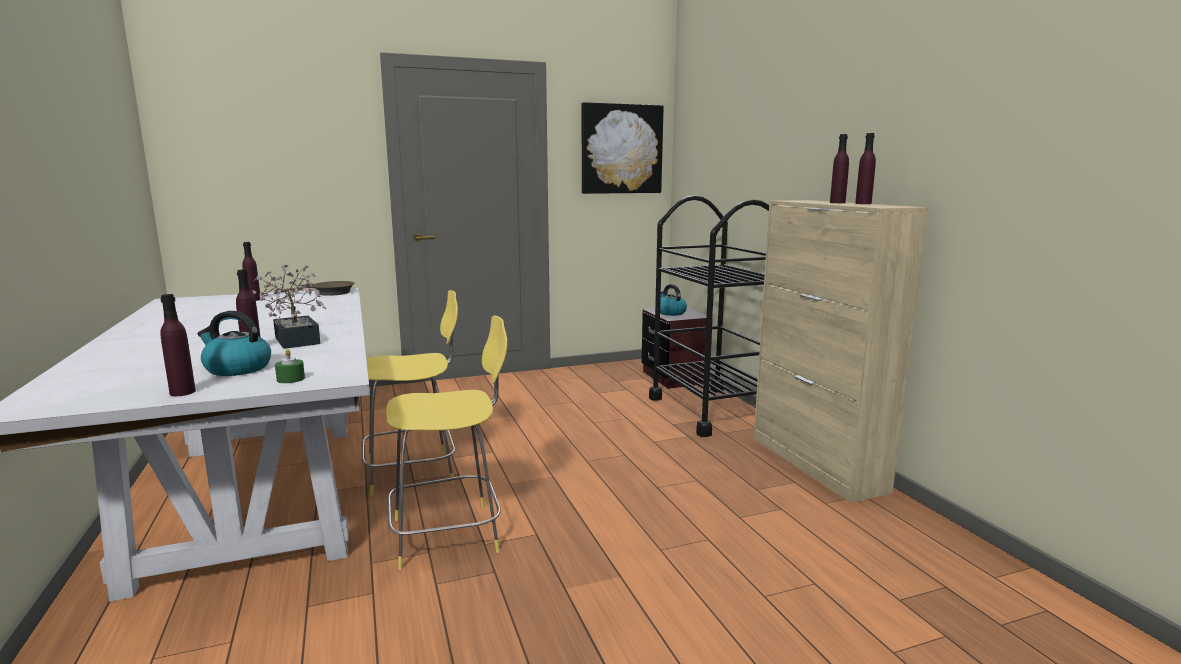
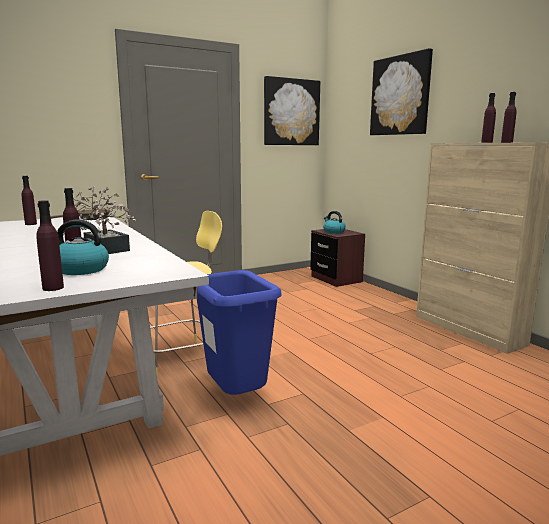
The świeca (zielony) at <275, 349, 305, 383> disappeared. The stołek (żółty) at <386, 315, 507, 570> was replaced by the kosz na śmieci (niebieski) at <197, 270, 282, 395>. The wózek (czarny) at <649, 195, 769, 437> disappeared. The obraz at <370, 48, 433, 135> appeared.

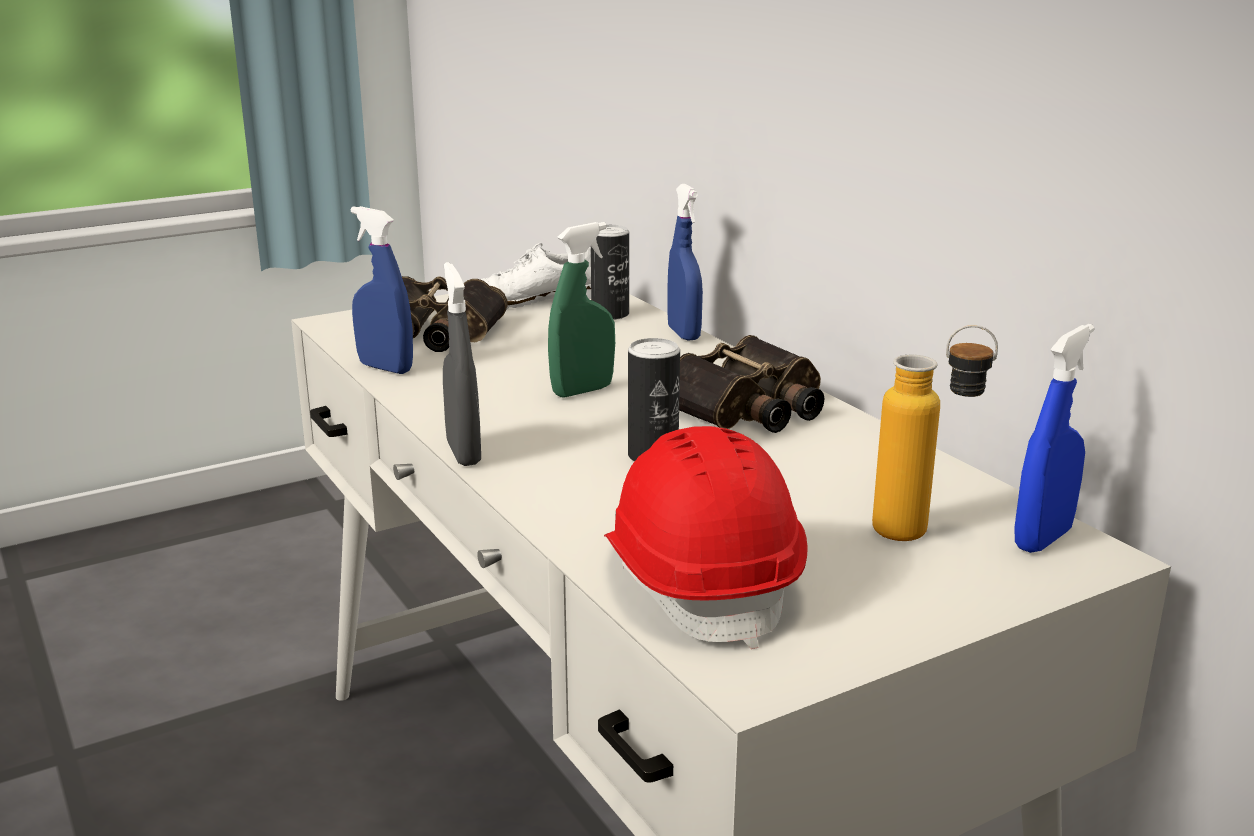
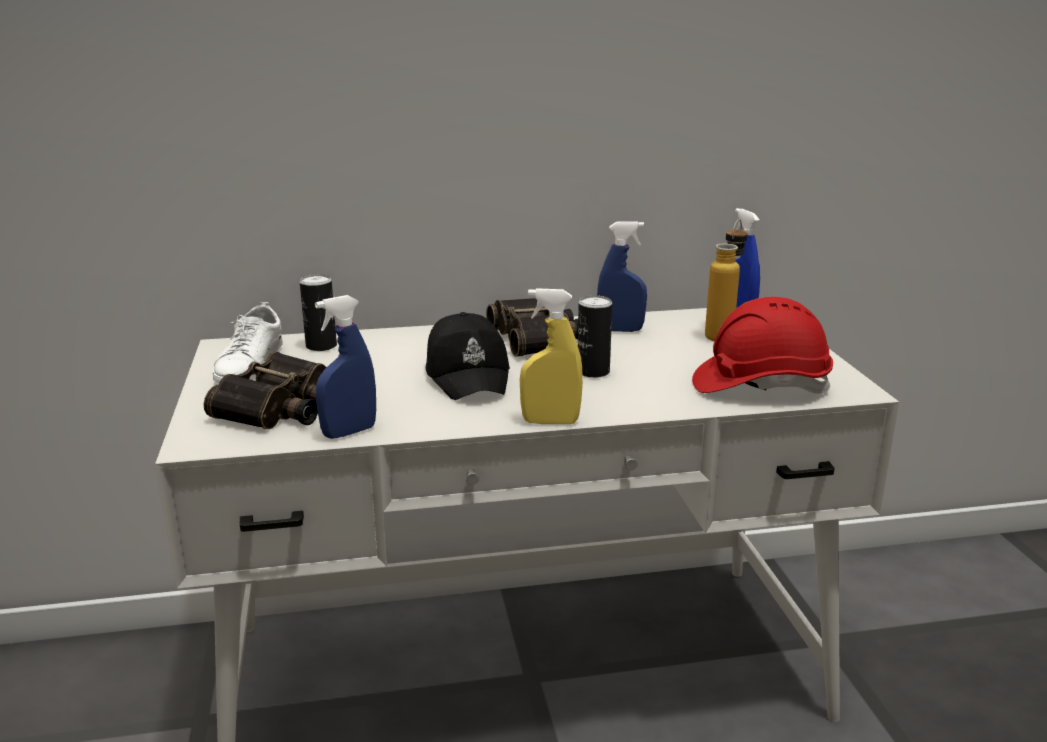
The spryskiwacz (szary) at <443, 262, 481, 466> became the spryskiwacz (żółty) at <520, 288, 583, 424>. The spryskiwacz (zielony) at <548, 222, 615, 398> was replaced by the czapka z daszkiem (czarny) at <426, 312, 510, 400>. The spryskiwacz (niebieski) moved from <667, 184, 703, 341> to <597, 221, 647, 332>.

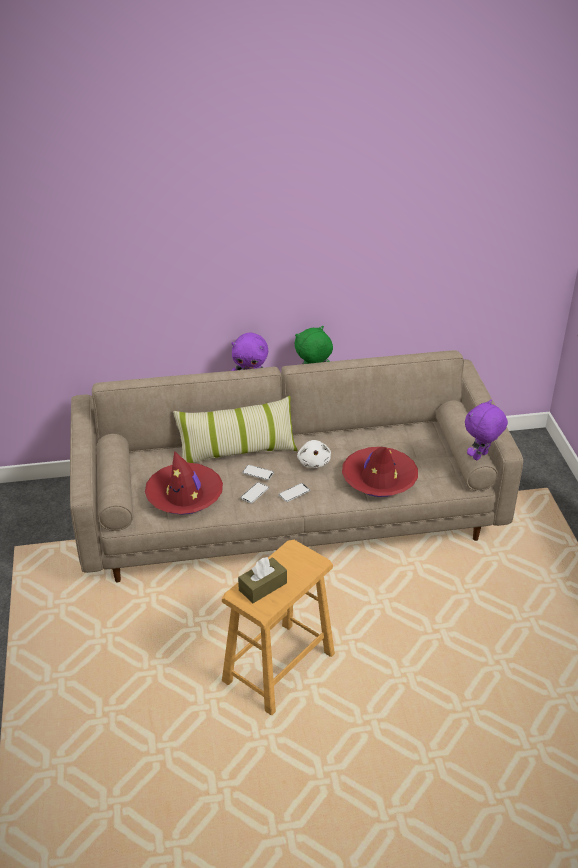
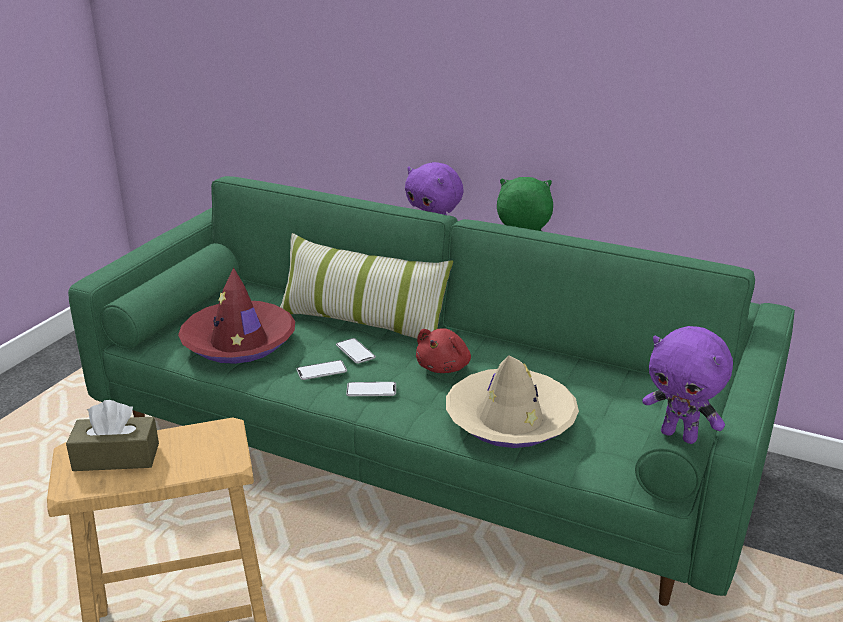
The kanapa (beżowy) at <70, 350, 523, 582> became the kanapa (zielony) at <68, 176, 795, 606>. The pluszak (biały) at <297, 440, 331, 468> became the pluszak (czerwony) at <416, 328, 471, 373>. The kapelusz (czerwony) at <342, 447, 418, 497> became the kapelusz (beżowy) at <446, 356, 579, 448>. The pluszak (fioletowy) at <465, 399, 508, 460> turned 135 degrees counterclockwise.

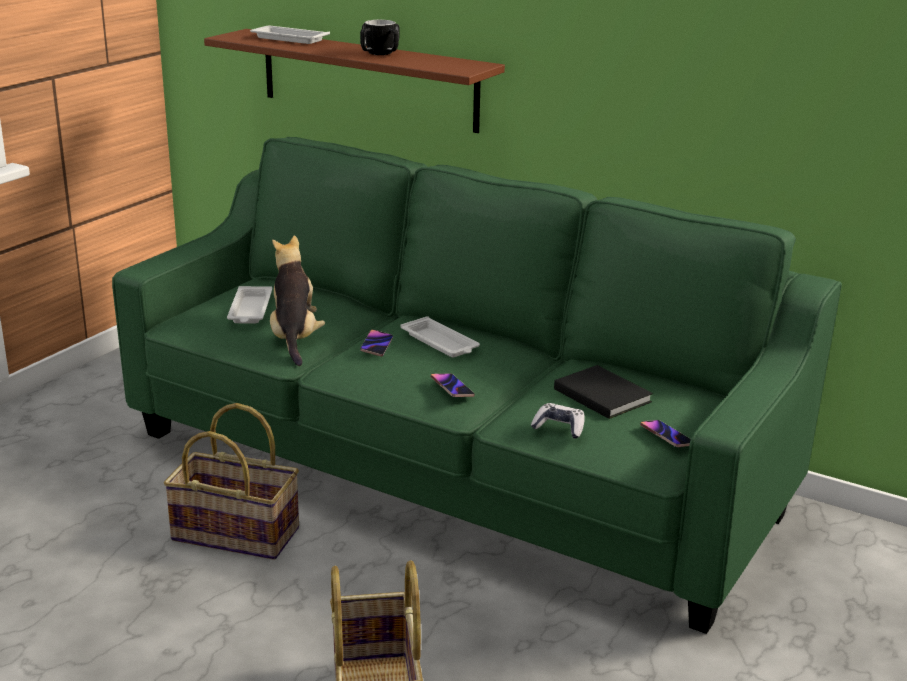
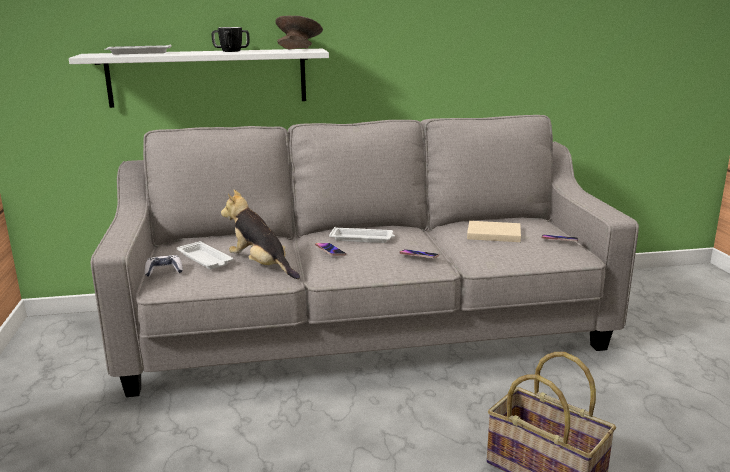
The kanapa (zielony) at <112, 137, 842, 634> became the kanapa (szary) at <90, 115, 639, 397>. The koszyk at <163, 403, 299, 560> disappeared. The półka (brązowy) at <204, 29, 505, 133> became the półka (biały) at <69, 49, 329, 108>. The pad do gier moved from <531, 403, 585, 439> to <145, 255, 183, 277>. The książka (czarny) at <554, 365, 653, 419> became the książka (beżowy) at <467, 221, 521, 242>. The miska (szary) at <275, 16, 323, 49> appeared.

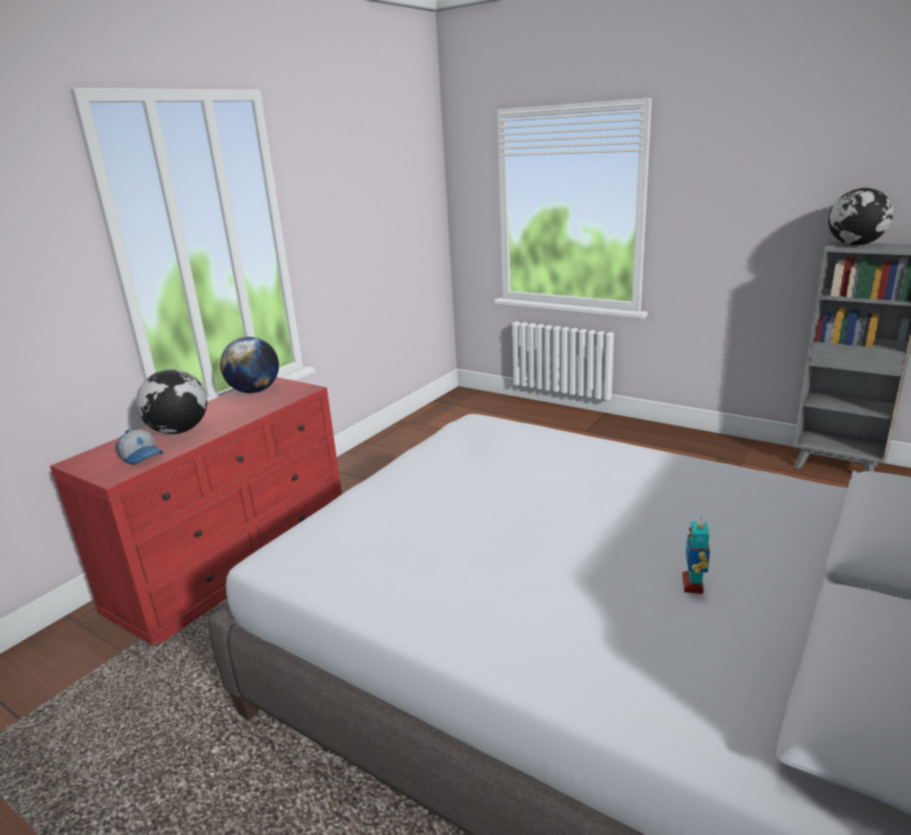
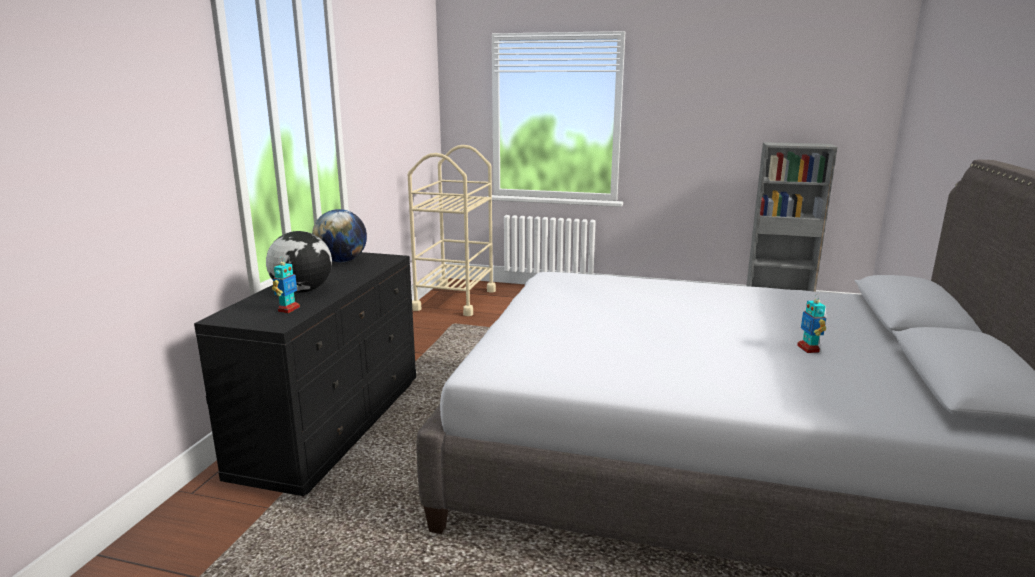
The komoda (czerwony) at <50, 377, 342, 646> became the komoda (czarny) at <194, 252, 416, 496>. The czapka z daszkiem at <116, 429, 164, 465> was replaced by the robot zabawkowy at <272, 256, 300, 313>. The globus at <828, 188, 894, 245> disappeared. The wózek (beżowy) at <408, 145, 496, 316> appeared.

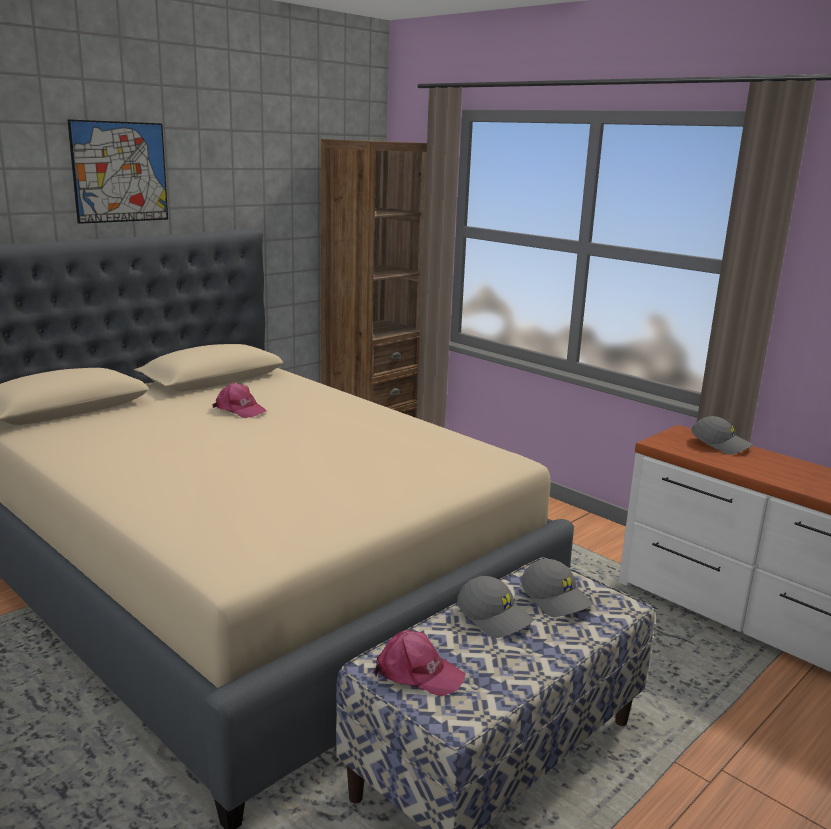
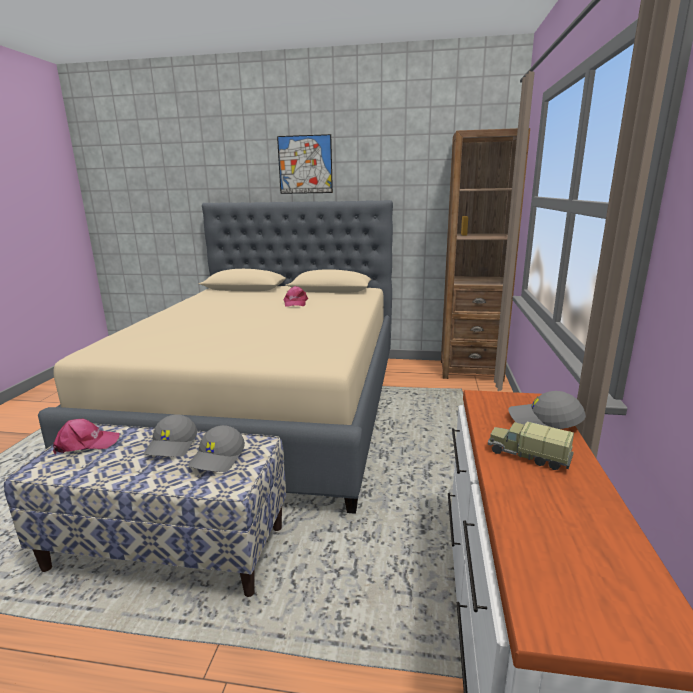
The czapka z daszkiem (różowy) at <374, 630, 466, 696> turned 90 degrees counterclockwise. The czapka z daszkiem (szary) at <691, 416, 753, 455> turned 105 degrees clockwise. The ciężarówka zabawkowa at <488, 422, 574, 470> appeared.

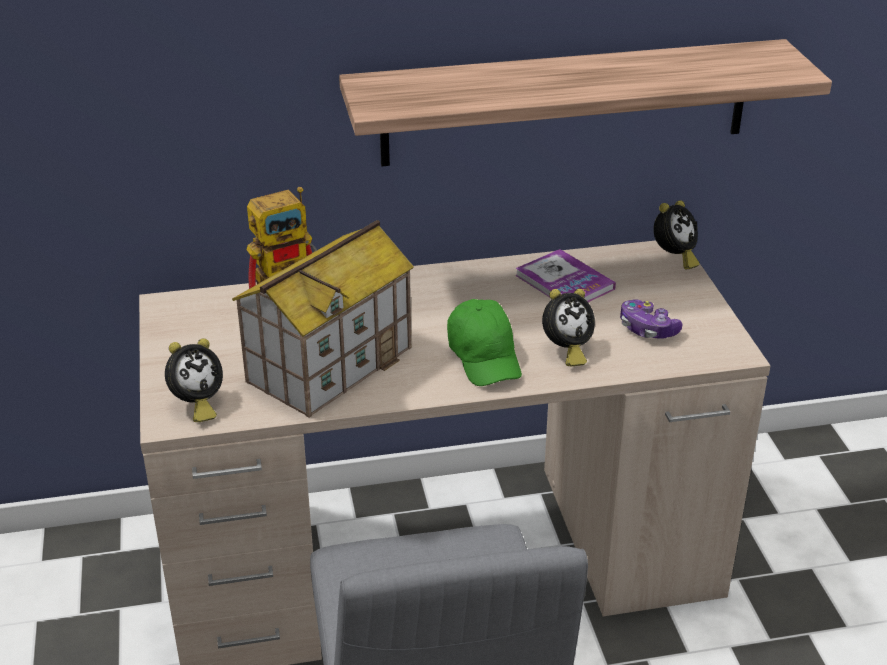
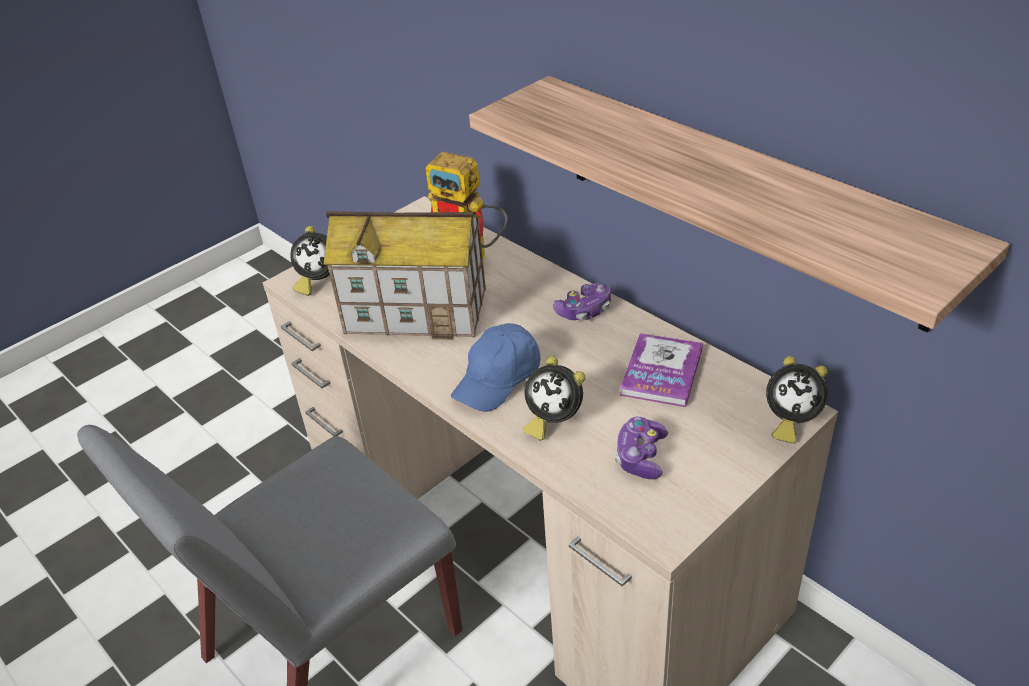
The czapka z daszkiem (zielony) at <447, 299, 522, 386> became the czapka z daszkiem (niebieski) at <451, 323, 540, 412>. The pad do gier at <553, 283, 611, 320> appeared.

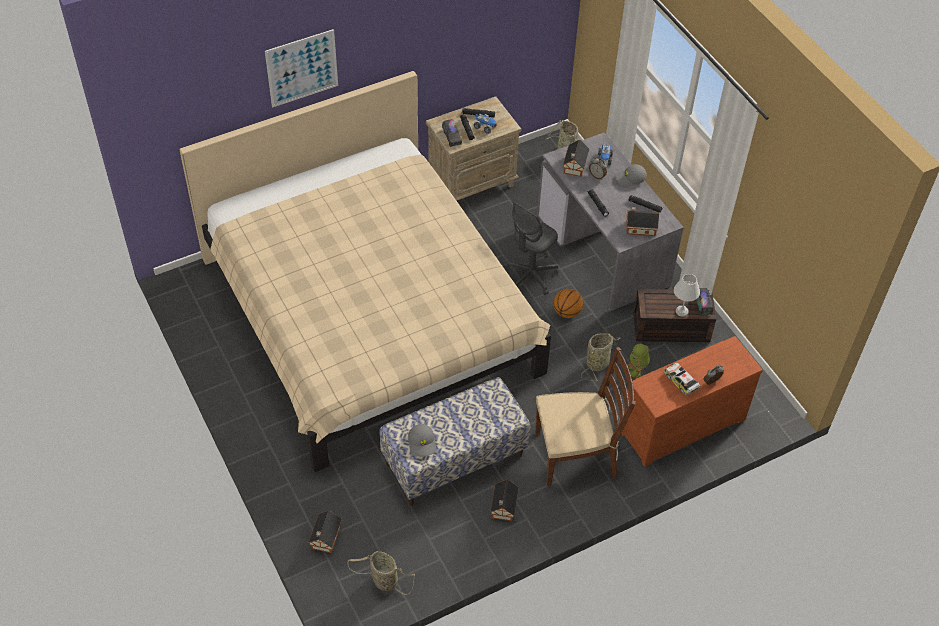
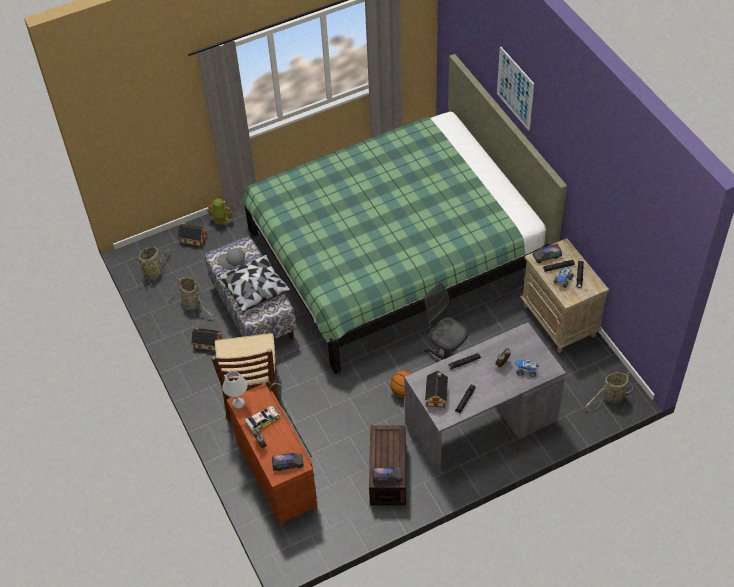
The łóżko (beżowy) at <179, 71, 551, 472> became the łóżko (zielony) at <240, 54, 567, 374>. The domek at <563, 140, 589, 177> disappeared. The koszyk moved from <581, 333, 621, 381> to <169, 277, 214, 316>. The czapka z daszkiem (szary) at <615, 164, 647, 188> disappeared. The robot zabawkowy moved from <627, 344, 650, 378> to <207, 198, 233, 225>. The lampa stołowa (biały) moved from <674, 274, 700, 317> to <222, 371, 248, 409>. The poduszka at <218, 255, 291, 312> appeared. The ciężarówka zabawkowa at <272, 453, 304, 471> appeared.

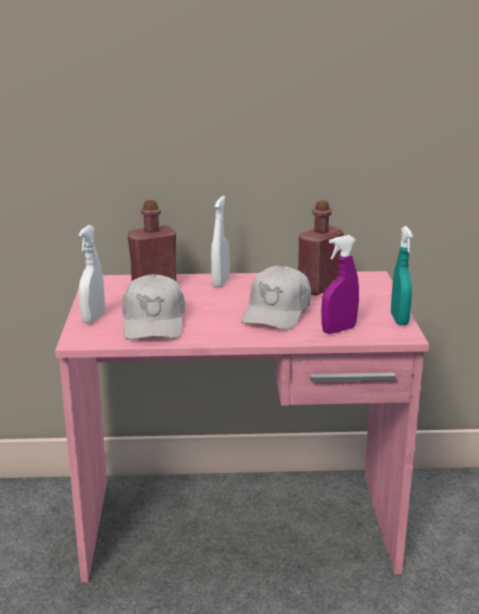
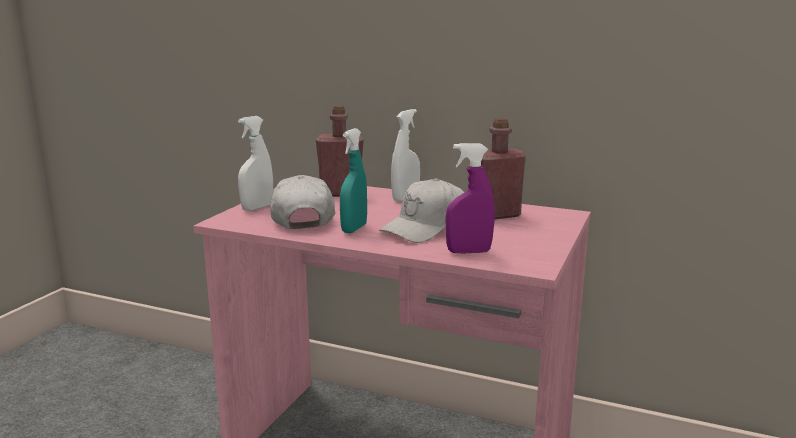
The czapka z daszkiem (biały) at <122, 274, 185, 340> turned 150 degrees clockwise. The spryskiwacz (turkusowy) moved from <391, 226, 413, 325> to <340, 128, 367, 233>.

